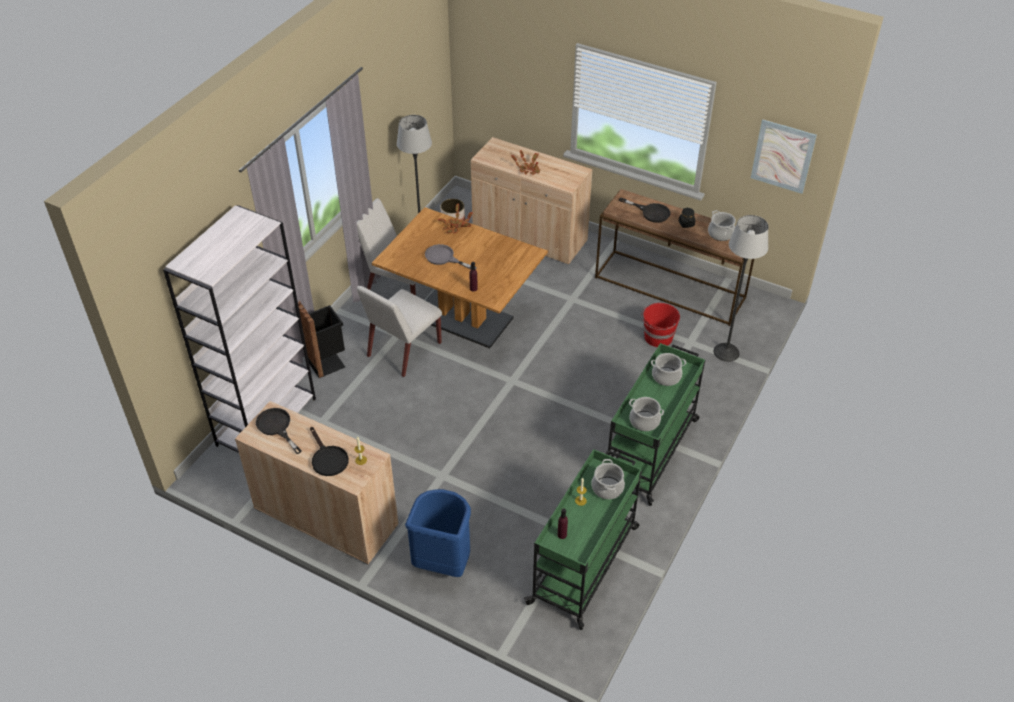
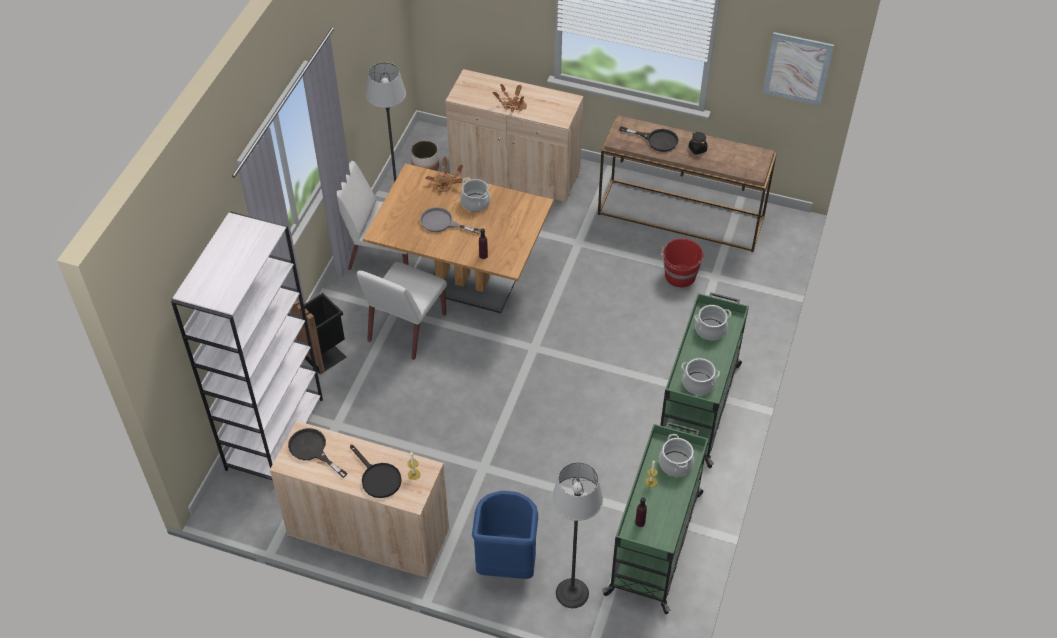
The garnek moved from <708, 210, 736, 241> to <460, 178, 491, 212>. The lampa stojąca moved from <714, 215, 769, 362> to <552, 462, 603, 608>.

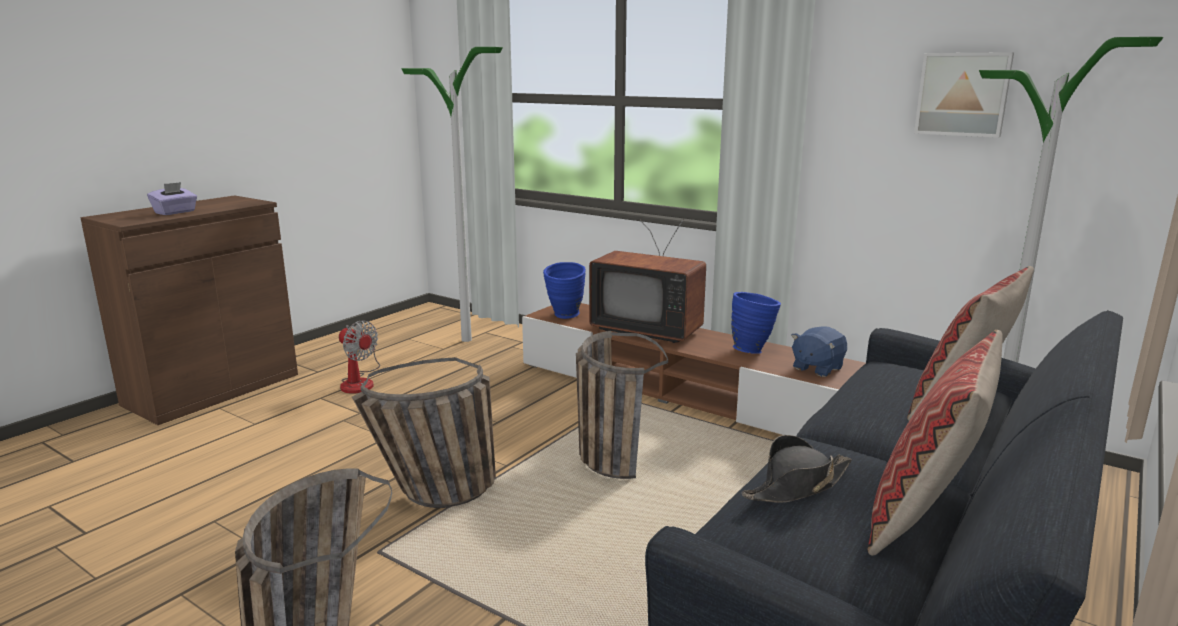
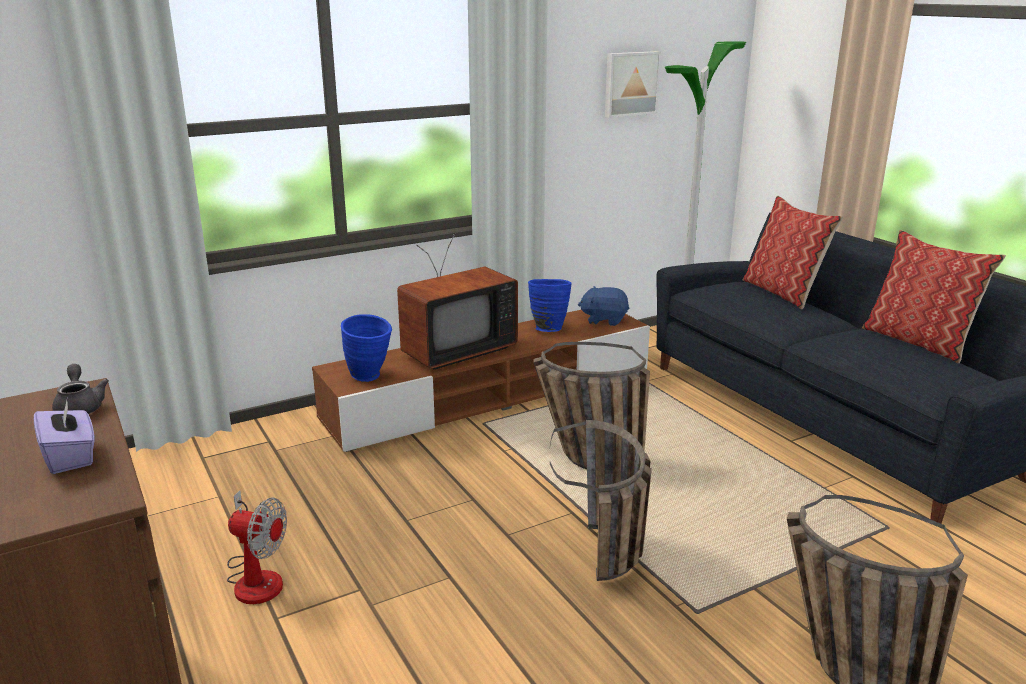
The wentylator at <339, 321, 380, 394> turned 45 degrees clockwise. The lampa stojąca at <401, 47, 503, 342> disappeared. The kapelusz (czarny) at <742, 435, 852, 503> disappeared. The pluszak (niebieski) at <791, 326, 847, 377> turned 120 degrees clockwise. The imbryk (szary) at <52, 364, 109, 414> appeared.

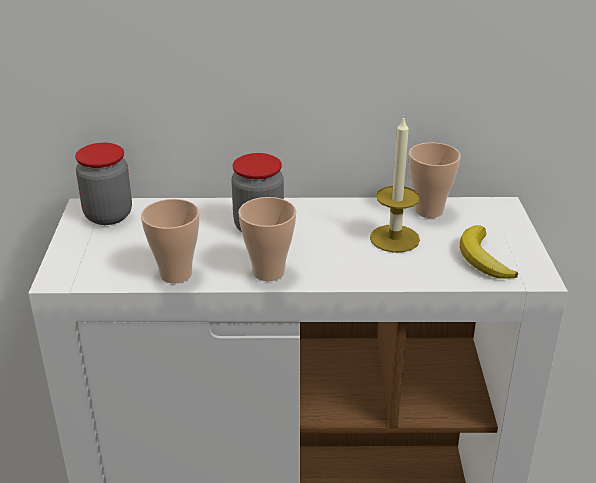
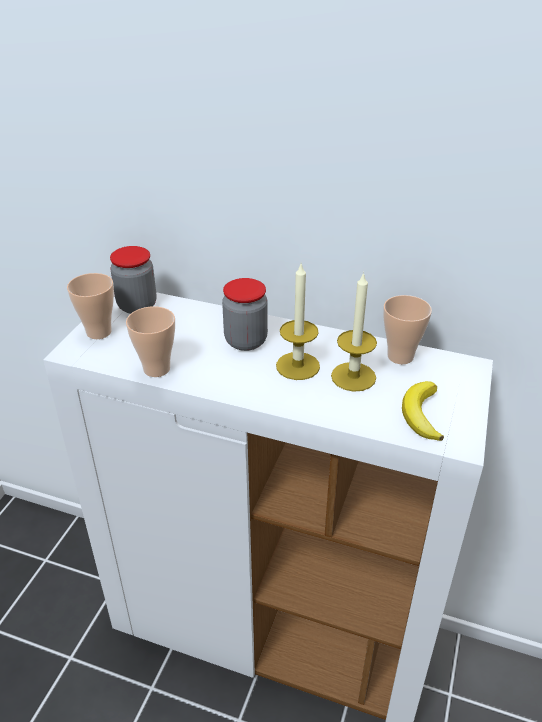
The filiżanka moved from <238, 197, 296, 281> to <67, 273, 114, 339>. The świeca at <276, 264, 320, 380> appeared.

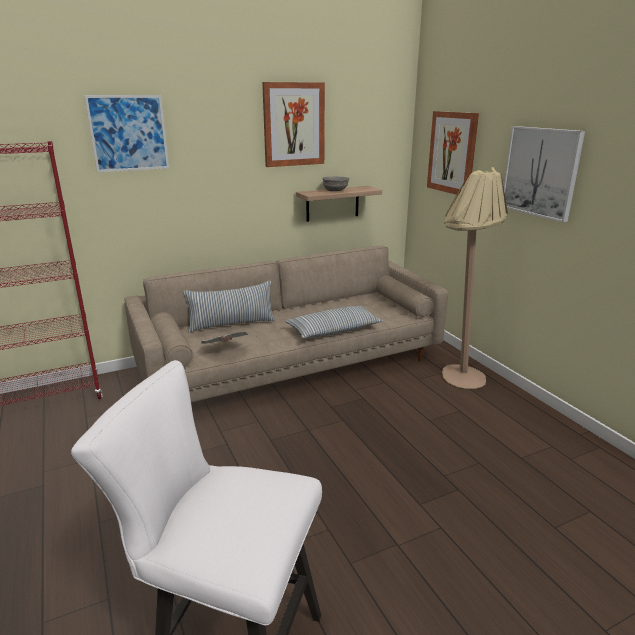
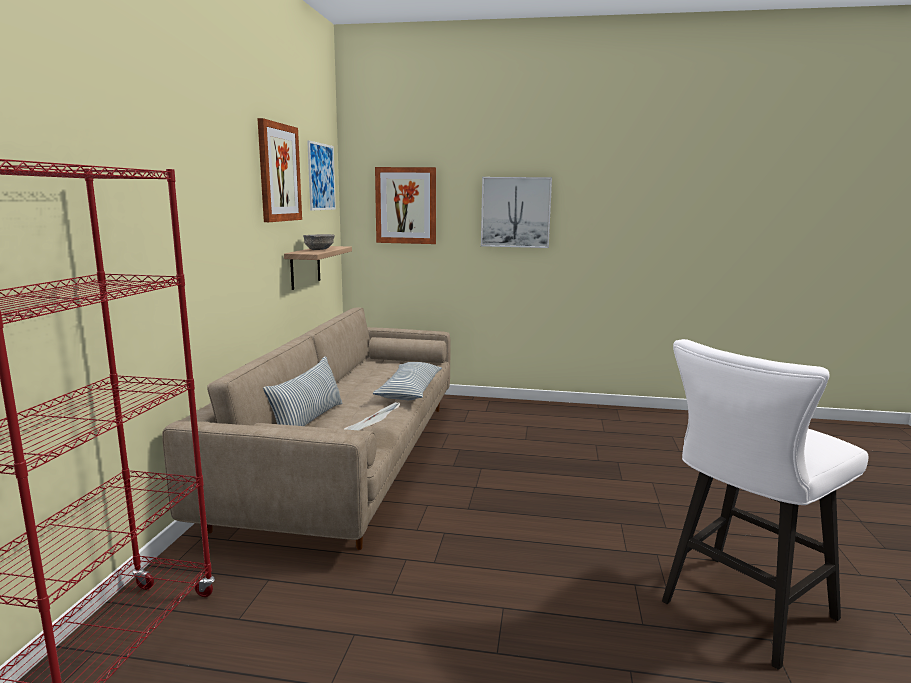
The obraz moved from <84, 95, 169, 172> to <307, 140, 336, 211>. The lampa stojąca (beżowy) at <442, 167, 508, 389> disappeared.

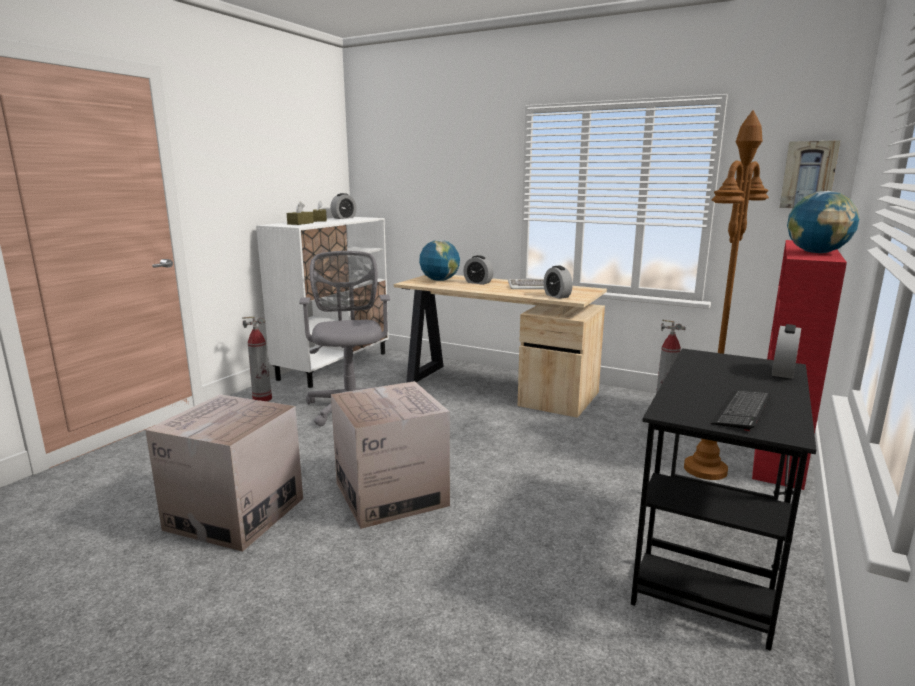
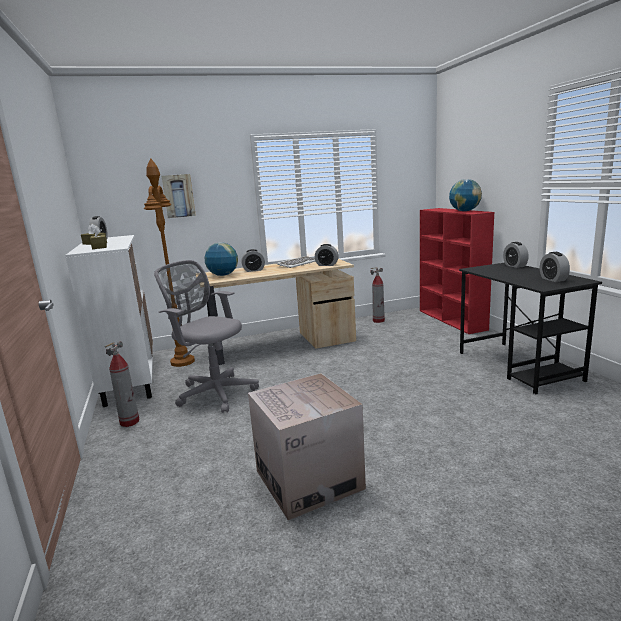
The karton at <331, 381, 450, 529> disappeared. The lampa stojąca (brązowy) moved from <684, 110, 769, 480> to <144, 158, 195, 367>. The klawiatura at <710, 391, 771, 431> was replaced by the budzik at <540, 252, 570, 282>. The obraz moved from <779, 140, 840, 208> to <162, 174, 196, 218>.

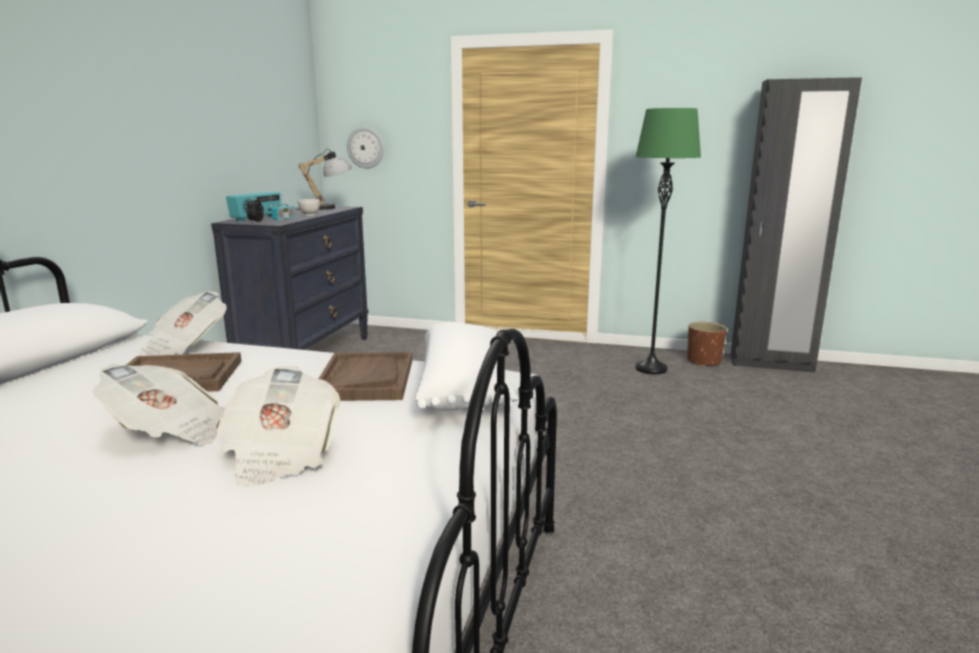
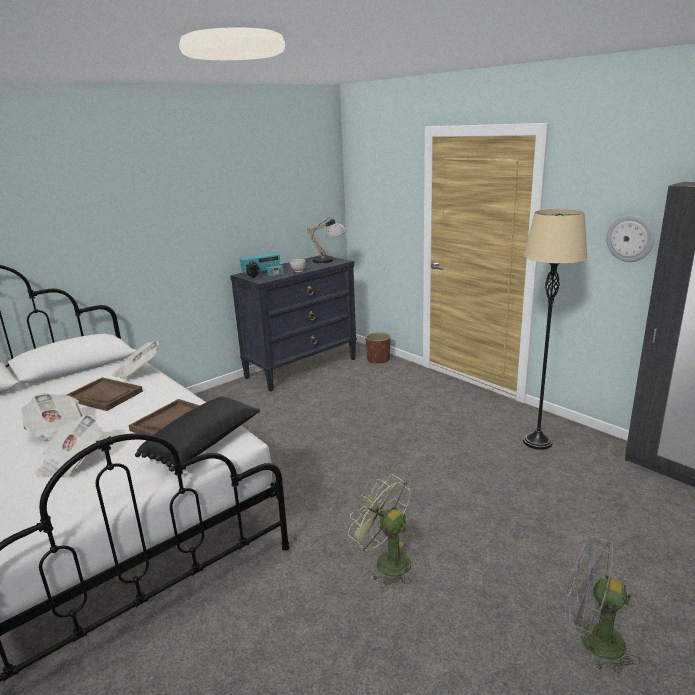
The zegar ścienny moved from <347, 127, 384, 169> to <607, 215, 654, 262>. The poduszka (biały) at <414, 322, 519, 411> became the poduszka (czarny) at <135, 396, 260, 472>. The lampa stojąca (zielony) at <635, 108, 701, 375> became the lampa stojąca (beżowy) at <523, 209, 588, 450>. The donica (brązowy) moved from <687, 322, 727, 367> to <365, 332, 391, 364>. The wentylator (zielony) at <348, 474, 411, 586> appeared. The wentylator (szary) at <564, 536, 640, 673> appeared.

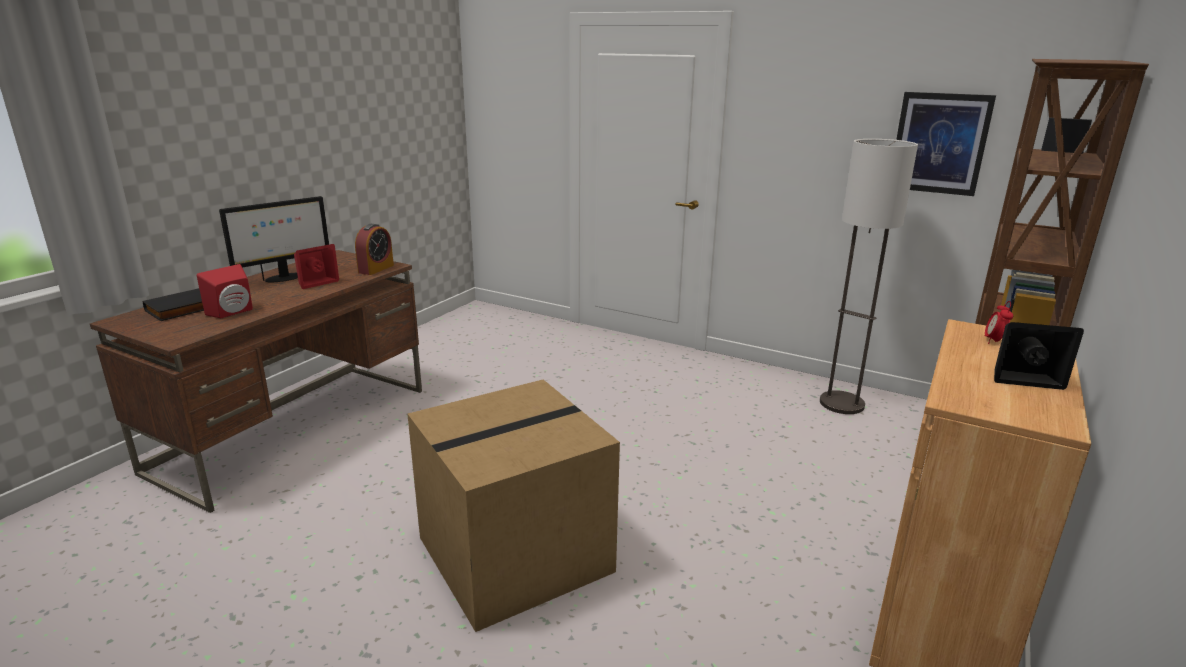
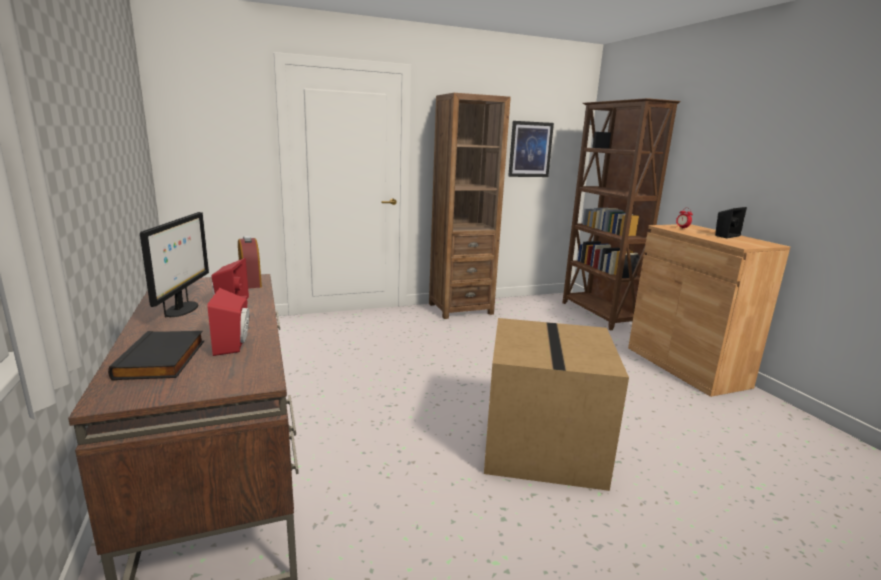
The lampa stojąca at <820, 139, 918, 414> disappeared. The regał (brązowy) at <429, 93, 511, 319> appeared.

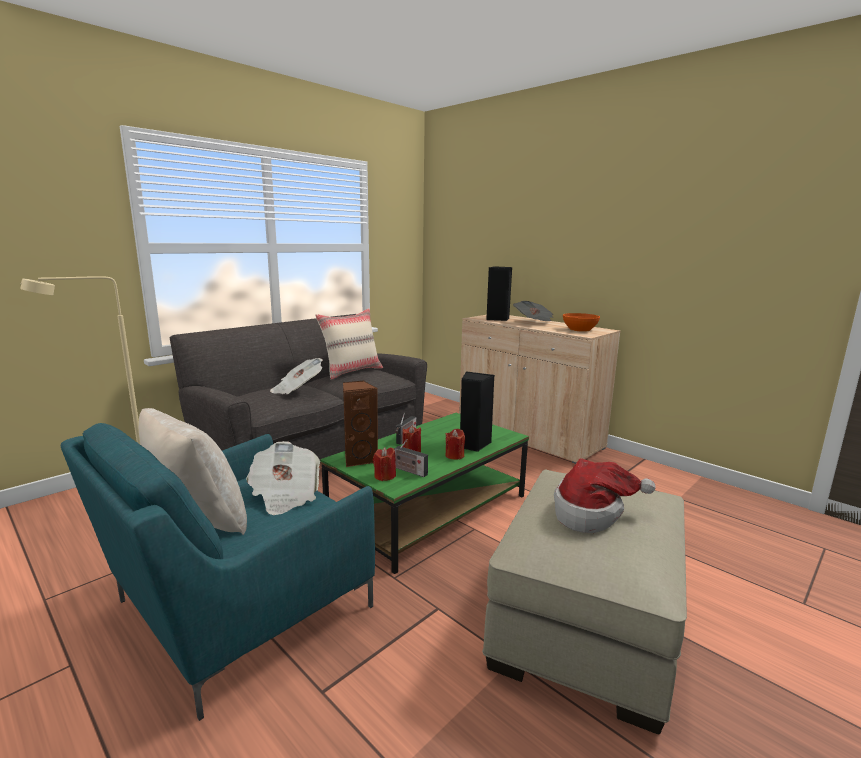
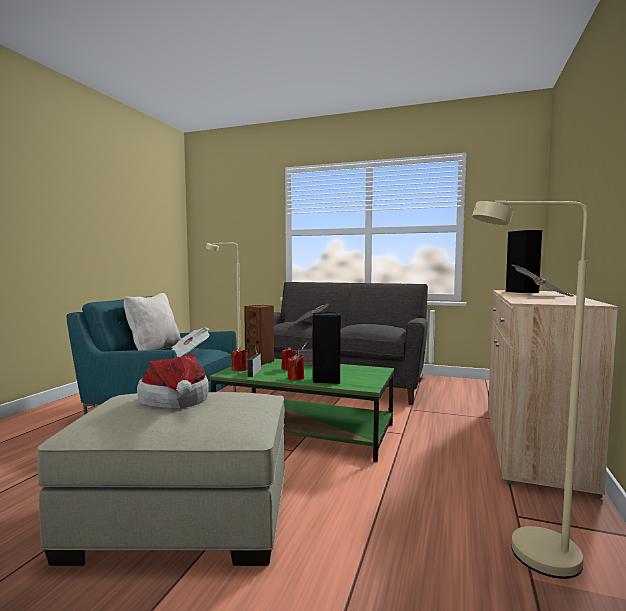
The poduszka (beżowy) at <315, 308, 383, 380> disappeared. The miska (pomarańczowy) at <563, 313, 600, 332> disappeared. The lampa stojąca (beżowy) at <472, 201, 588, 579> appeared.

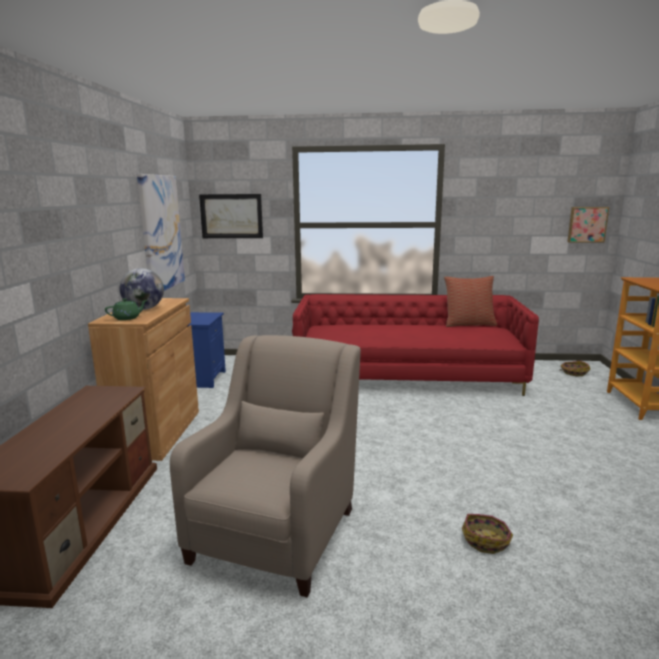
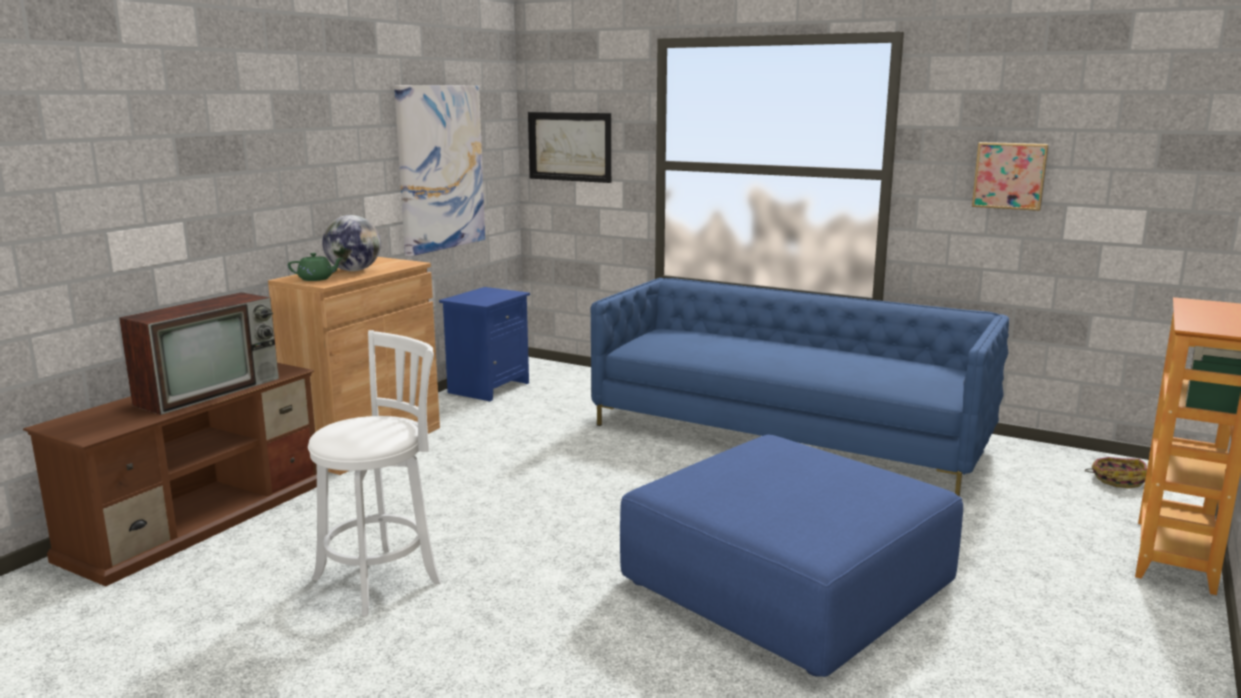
The fotel (beżowy) at <170, 335, 361, 597> was replaced by the stołek (biały) at <308, 330, 441, 616>. The kanapa (czerwony) at <292, 294, 539, 396> became the kanapa (niebieski) at <591, 278, 1009, 497>. The poduszka at <444, 276, 497, 327> disappeared. The koszyk at <462, 514, 513, 554> disappeared. The obraz moved from <568, 207, 609, 243> to <972, 142, 1049, 211>. The telewizor at <119, 292, 279, 415> appeared. The pufa (niebieski) at <620, 435, 963, 677> appeared.

